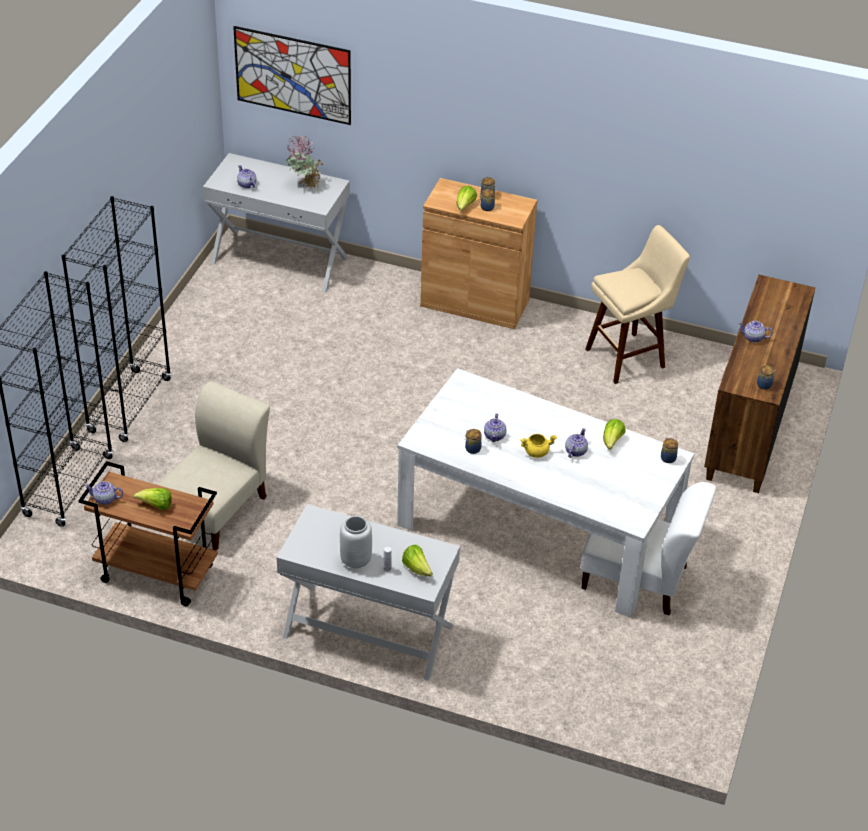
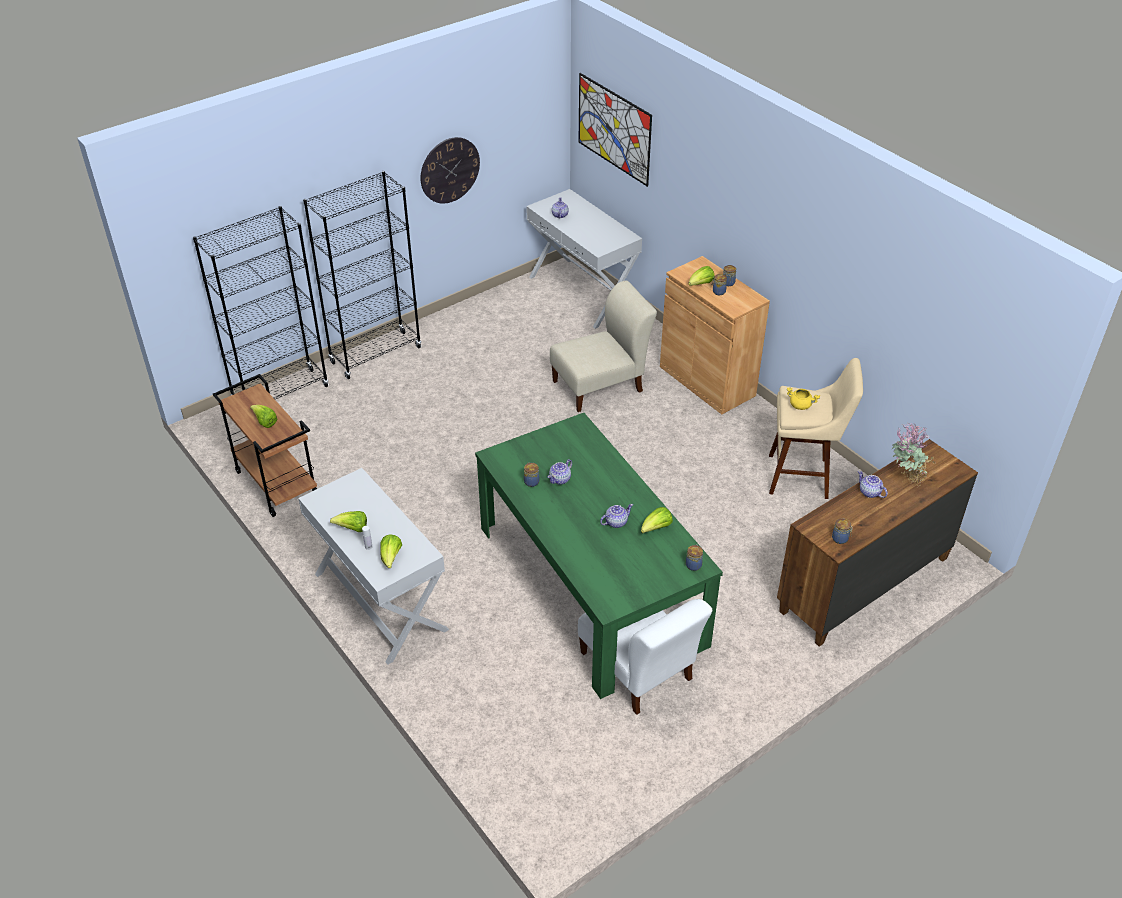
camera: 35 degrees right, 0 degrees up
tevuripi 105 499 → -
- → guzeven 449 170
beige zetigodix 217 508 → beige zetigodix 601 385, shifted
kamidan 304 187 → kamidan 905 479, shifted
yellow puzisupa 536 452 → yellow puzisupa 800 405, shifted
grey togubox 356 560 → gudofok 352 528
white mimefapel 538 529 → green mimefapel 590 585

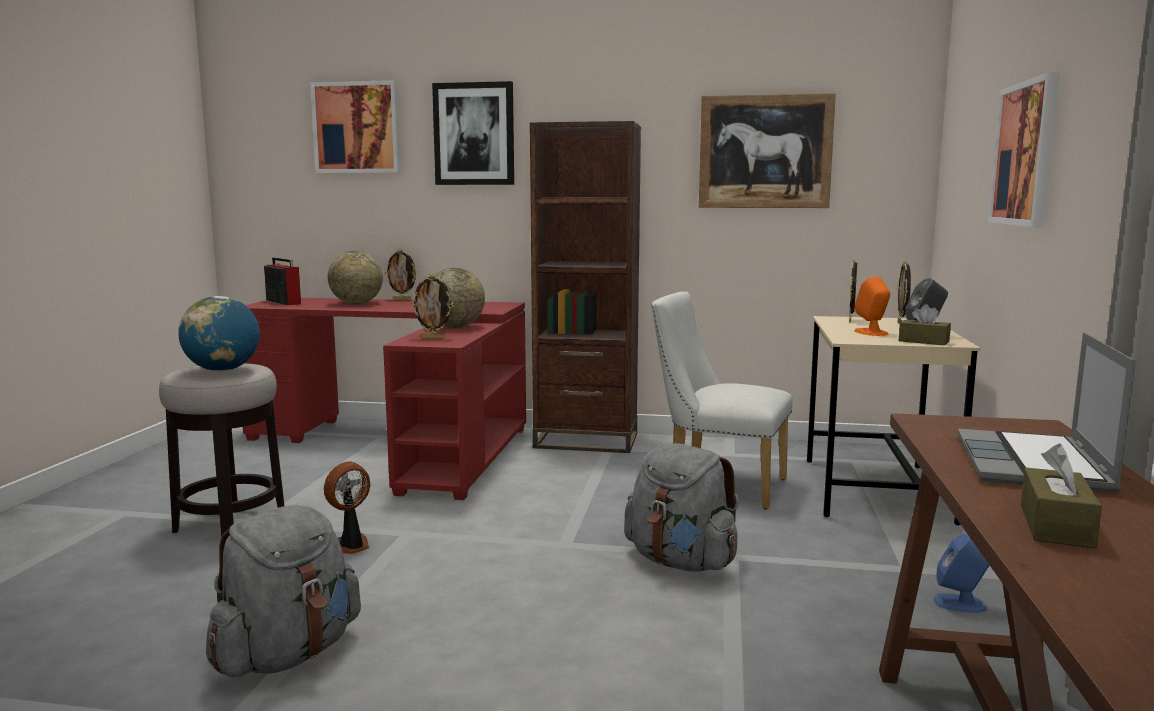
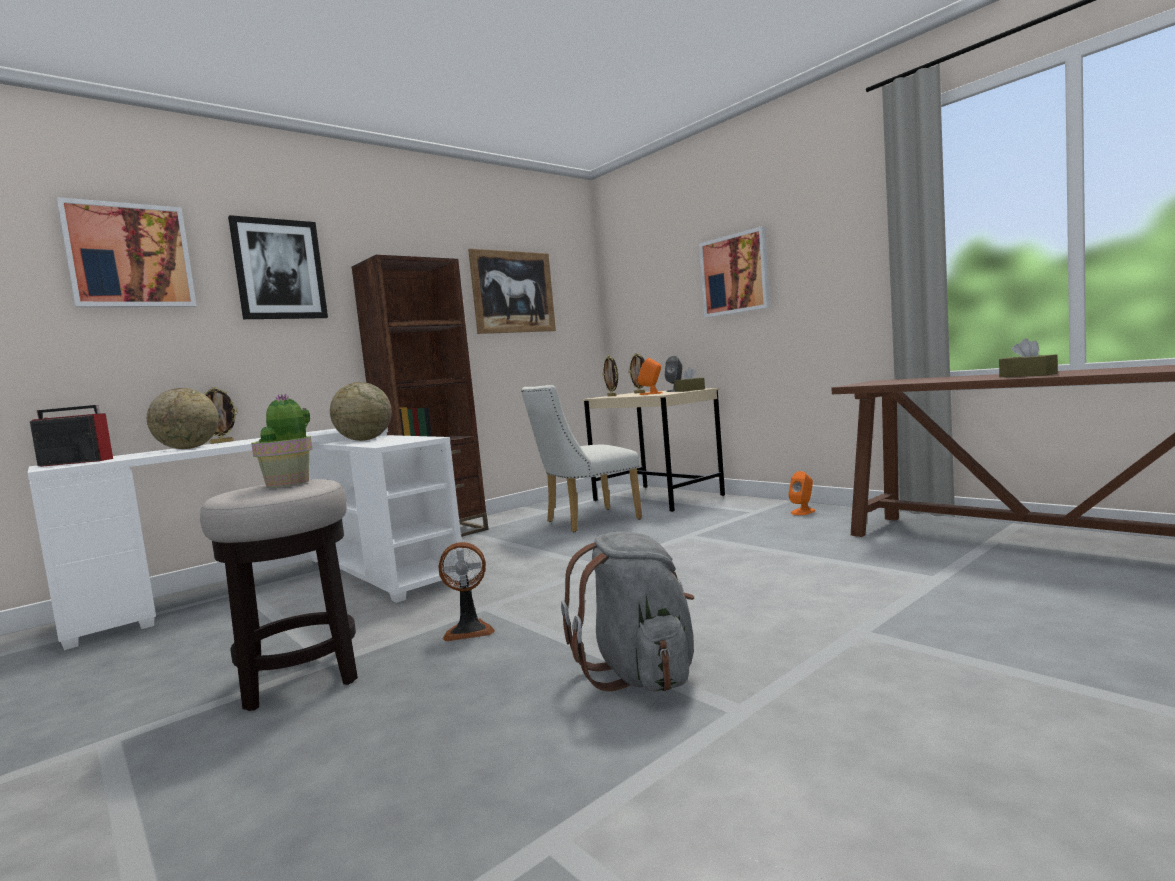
camera: 50 degrees left, 5 degrees down
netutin 433 338 → -
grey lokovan 681 562 → -
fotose 1034 465 → -
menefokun 222 370 → kamidan 289 483
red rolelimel 403 444 → white rolelimel 287 586
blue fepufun 960 604 → orange fepufun 803 512
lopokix 349 546 → lopokix 469 630, 90 degrees counterclockwise

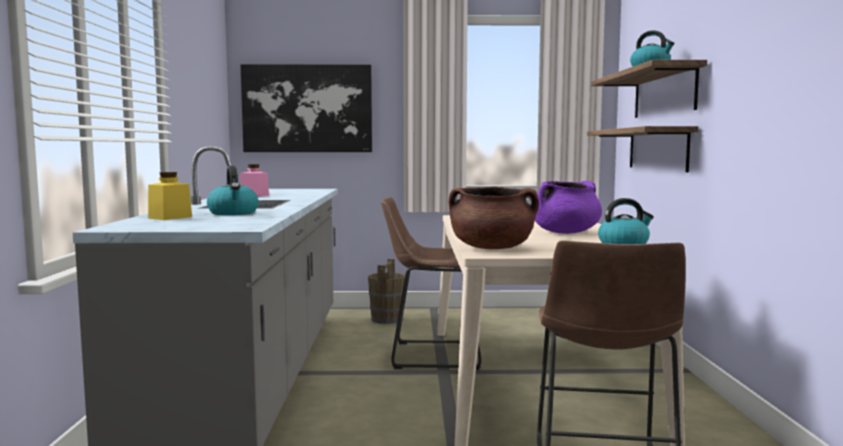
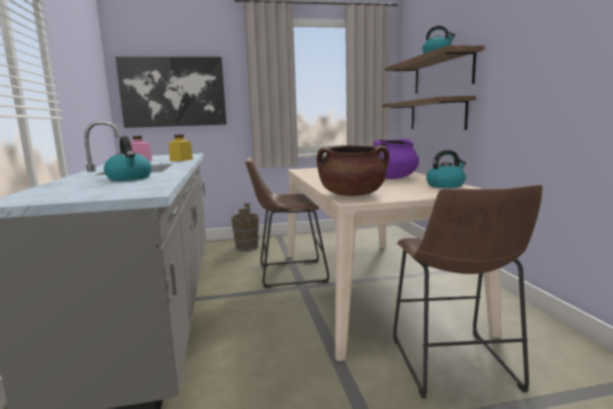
camera: 10 degrees left, 5 degrees up
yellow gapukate 170 217 → yellow gapukate 181 160, shifted

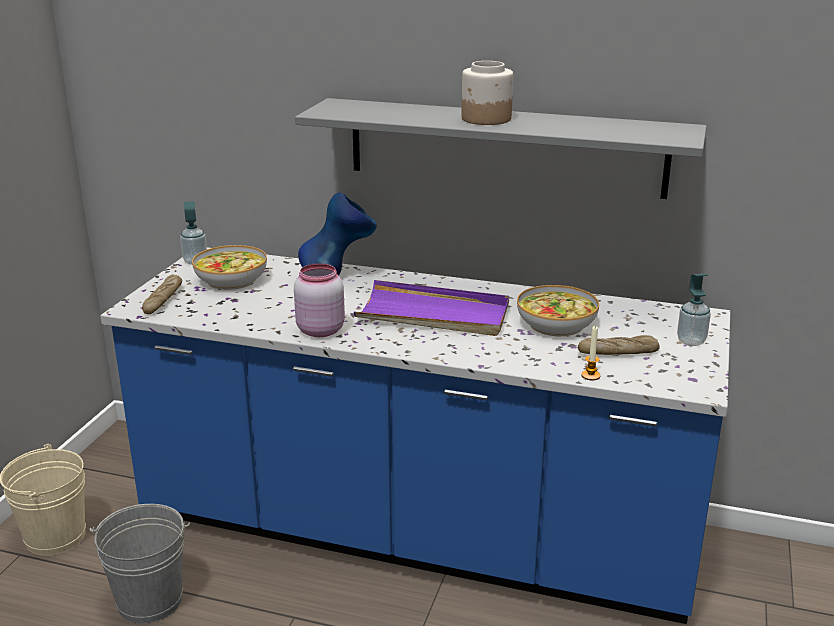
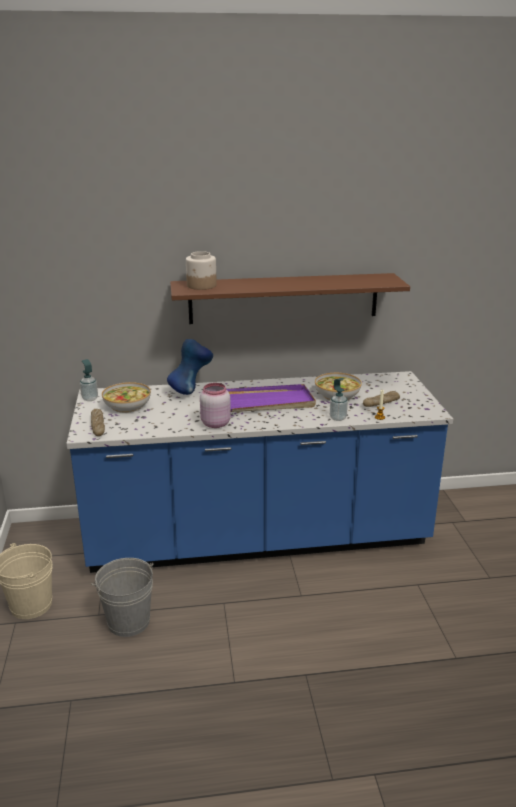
camera: 25 degrees left, 0 degrees up
gapukate 486 119 → gapukate 201 286, shifted
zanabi 691 341 → zanabi 338 418, shifted
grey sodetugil 505 147 → brown sodetugil 284 298

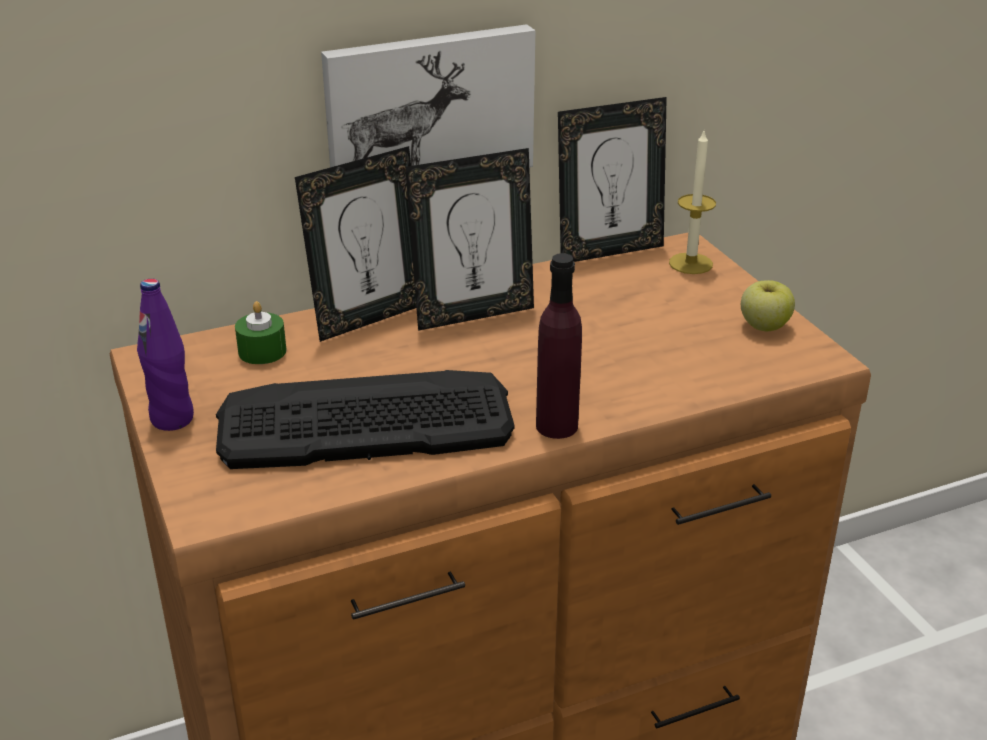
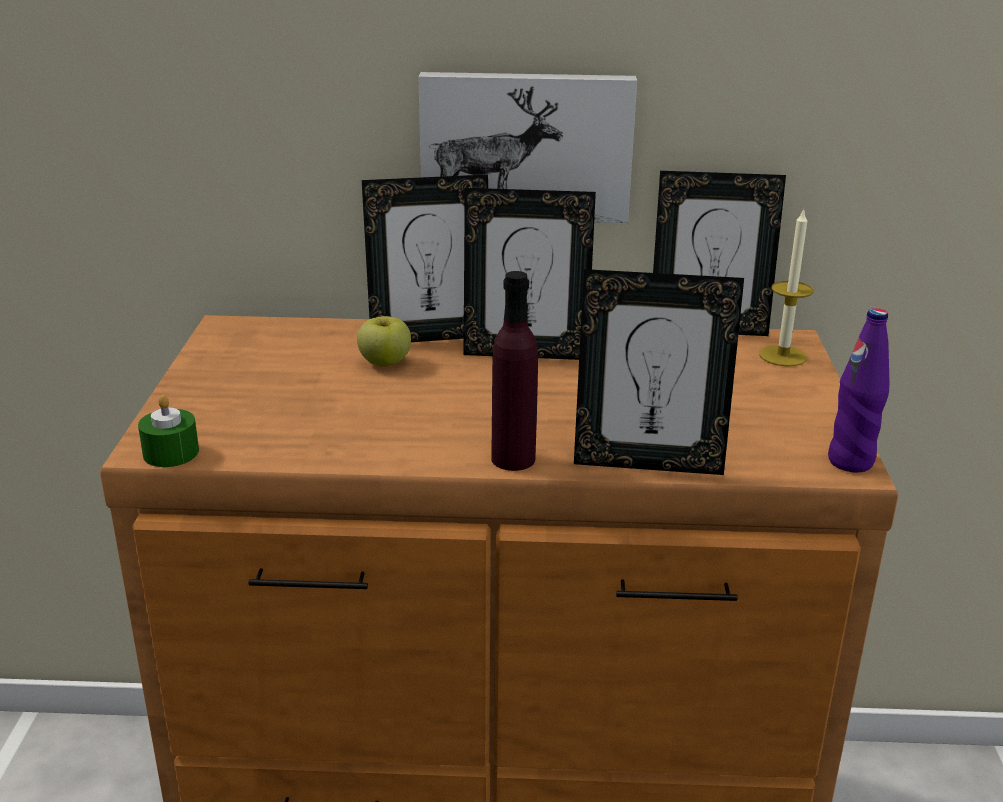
camera: 25 degrees right, 5 degrees down
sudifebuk 364 420 → -
- → netutin 648 463
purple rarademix 172 419 → purple rarademix 850 461, shifted
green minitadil 262 351 → green minitadil 171 453, shifted
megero 764 326 → megero 385 362, shifted

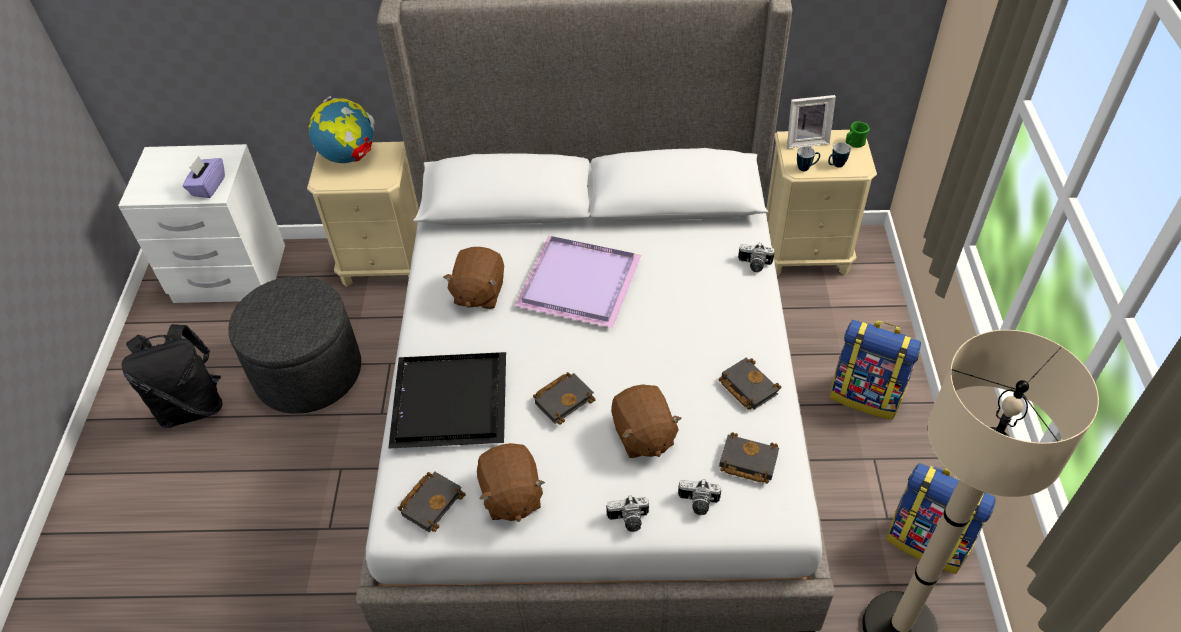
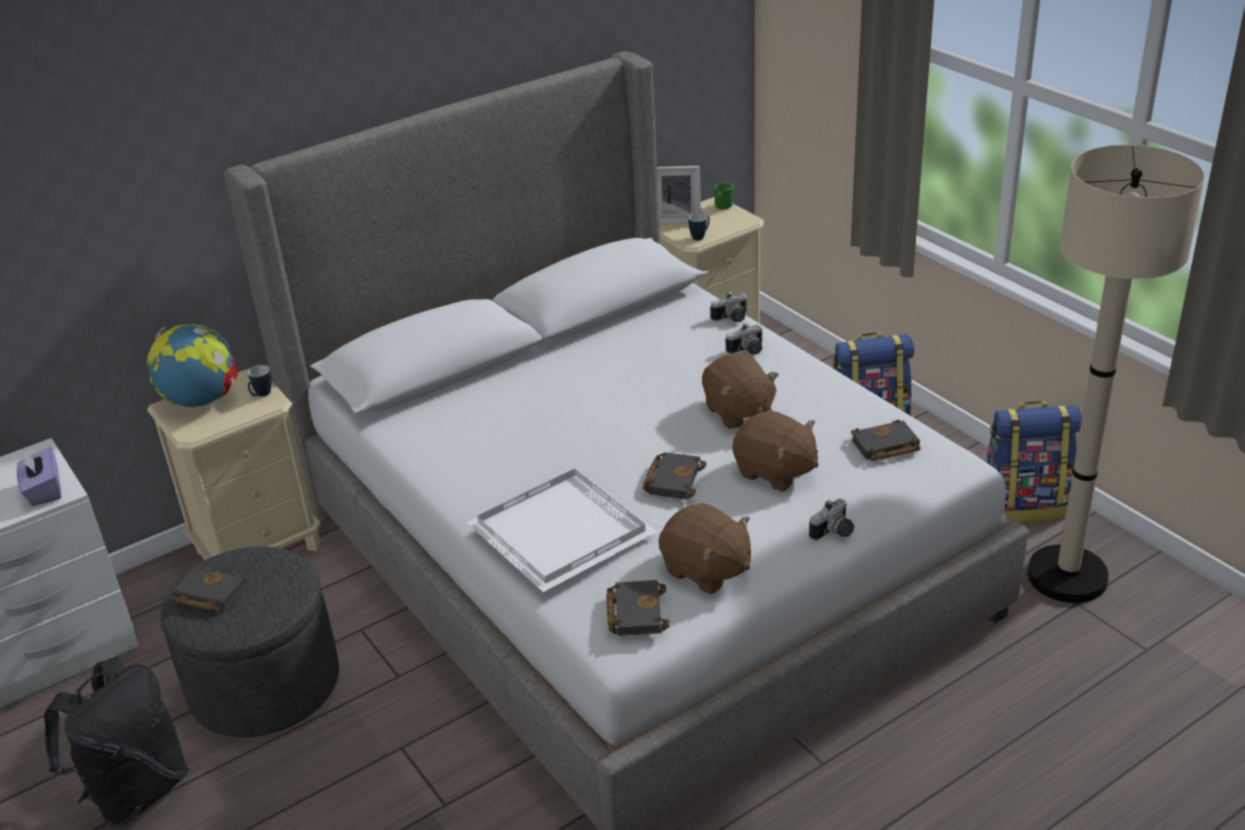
camera: 35 degrees left, 15 degrees down
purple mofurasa 581 282 → -
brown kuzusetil 478 293 → brown kuzusetil 738 412, shifted
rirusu 698 504 → rirusu 748 351, shifted
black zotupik 746 386 → black zotupik 207 594, shifted
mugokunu 835 165 → mugokunu 261 395, shifted
black mofurasa 448 400 → white mofurasa 557 532
netutin 806 140 → netutin 677 219, 45 degrees clockwise

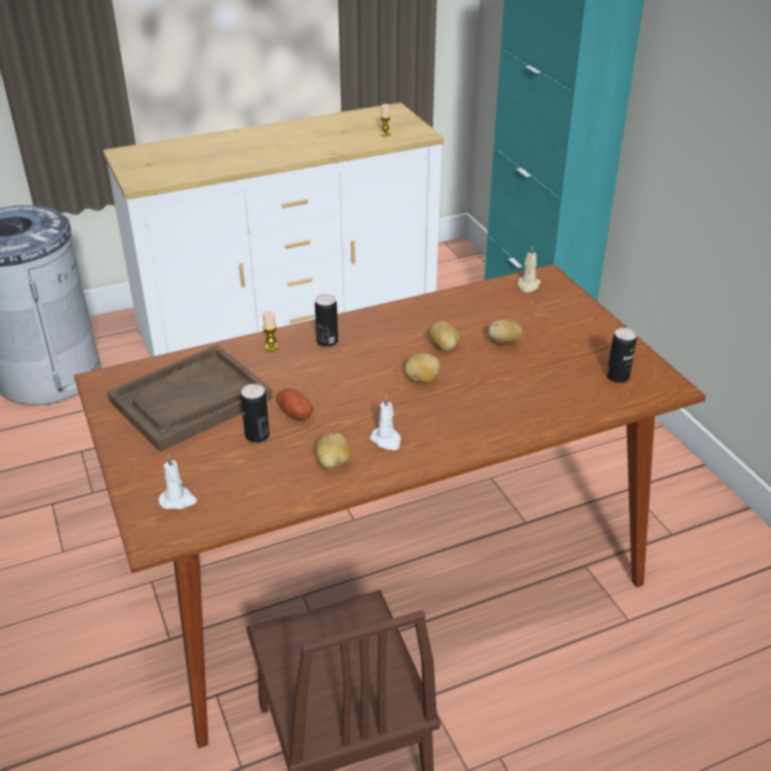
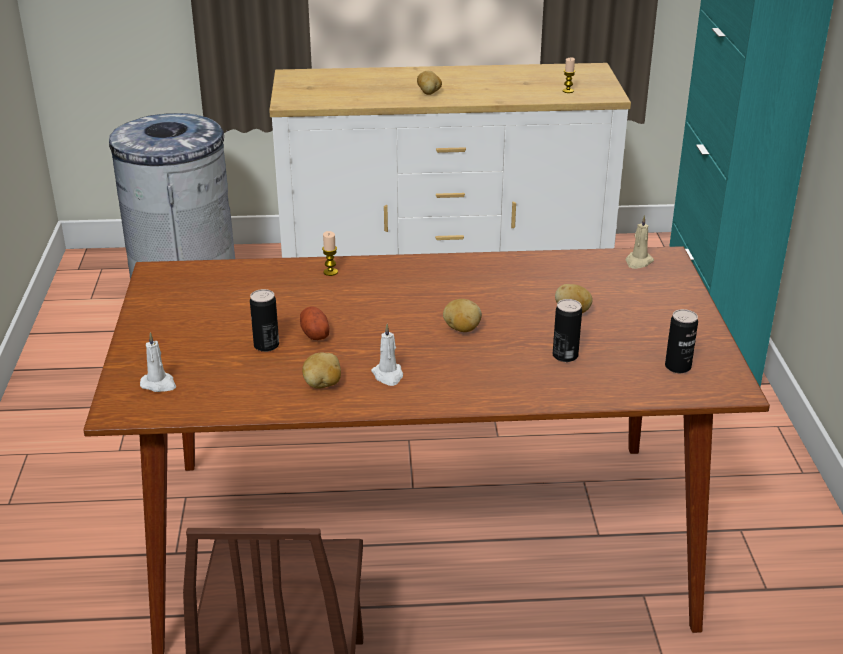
camera: 20 degrees right, 5 degrees down
brown mofurasa 190 400 → -
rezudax 327 341 → rezudax 565 356, shifted
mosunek 444 347 → mosunek 429 93, shifted

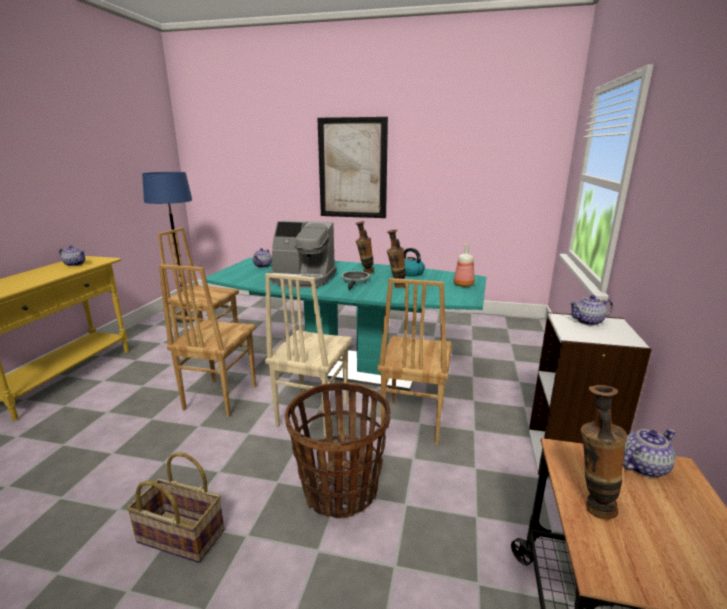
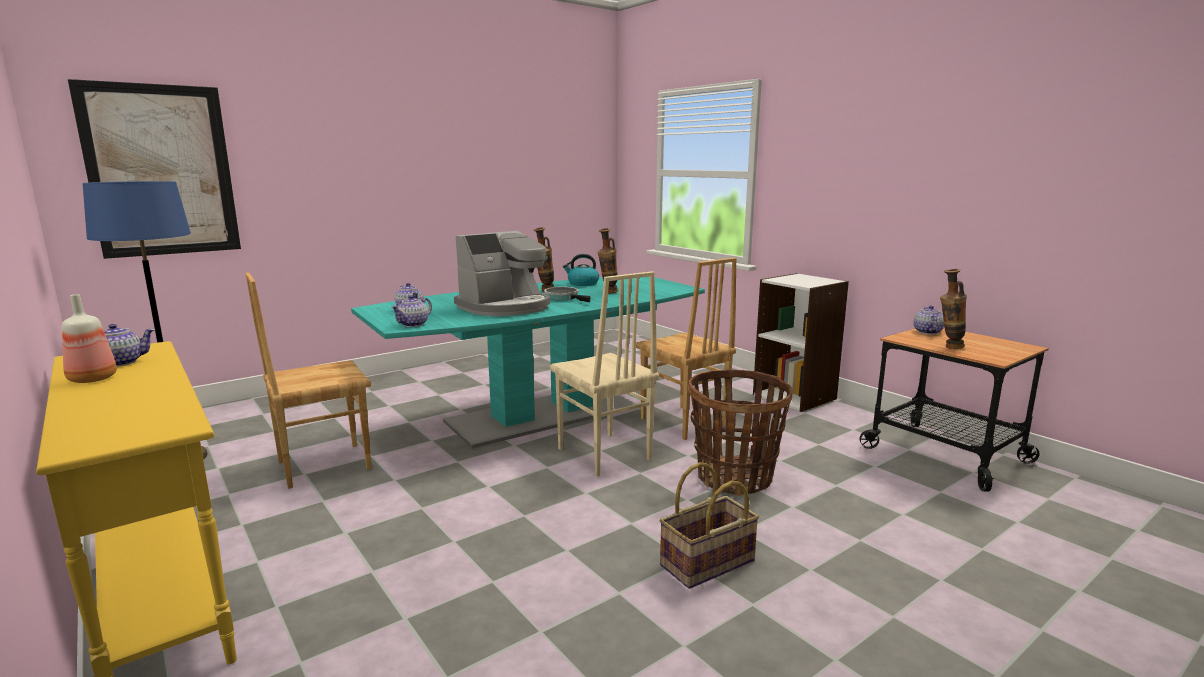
camera: 50 degrees left, 5 degrees down
brown zetigodix 219 397 → -
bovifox 352 169 → bovifox 161 171, shifted
rarademix 462 285 → rarademix 91 379, shifted
tevuripi 588 322 → tevuripi 413 324, shifted

